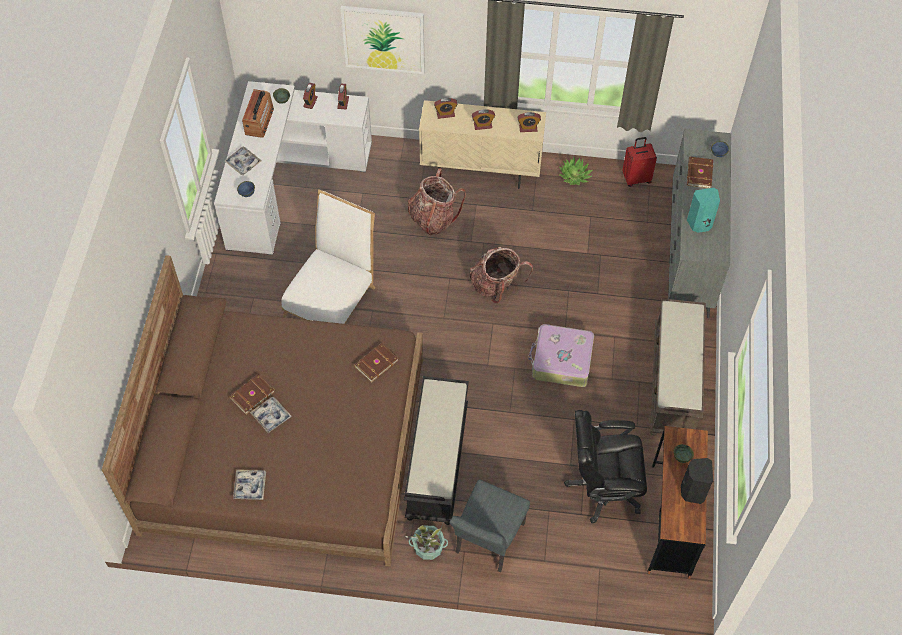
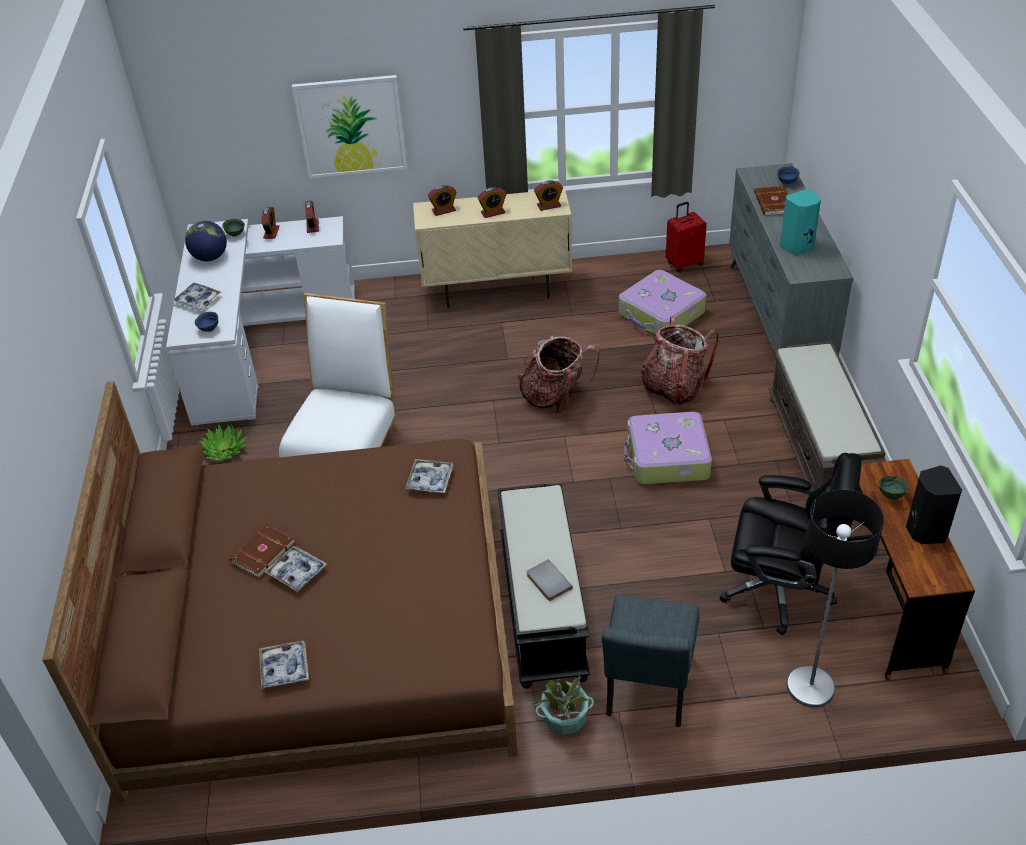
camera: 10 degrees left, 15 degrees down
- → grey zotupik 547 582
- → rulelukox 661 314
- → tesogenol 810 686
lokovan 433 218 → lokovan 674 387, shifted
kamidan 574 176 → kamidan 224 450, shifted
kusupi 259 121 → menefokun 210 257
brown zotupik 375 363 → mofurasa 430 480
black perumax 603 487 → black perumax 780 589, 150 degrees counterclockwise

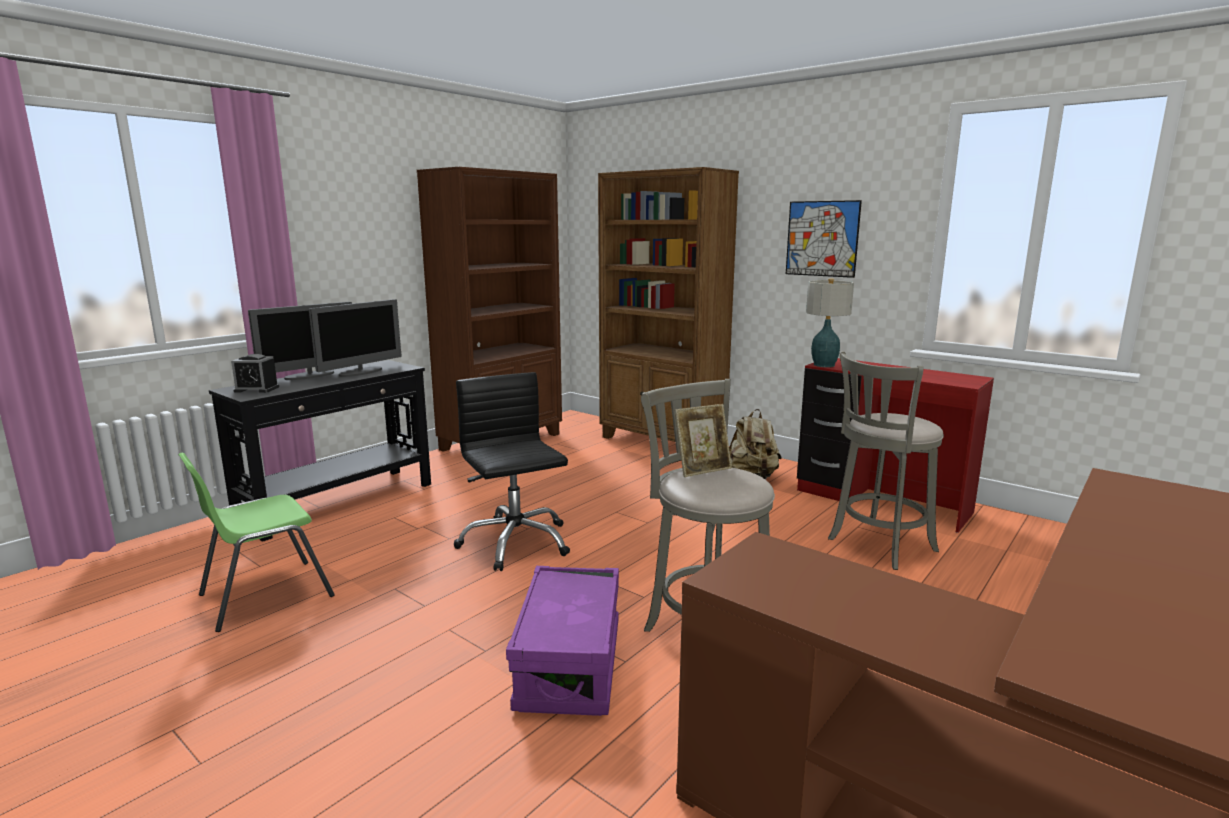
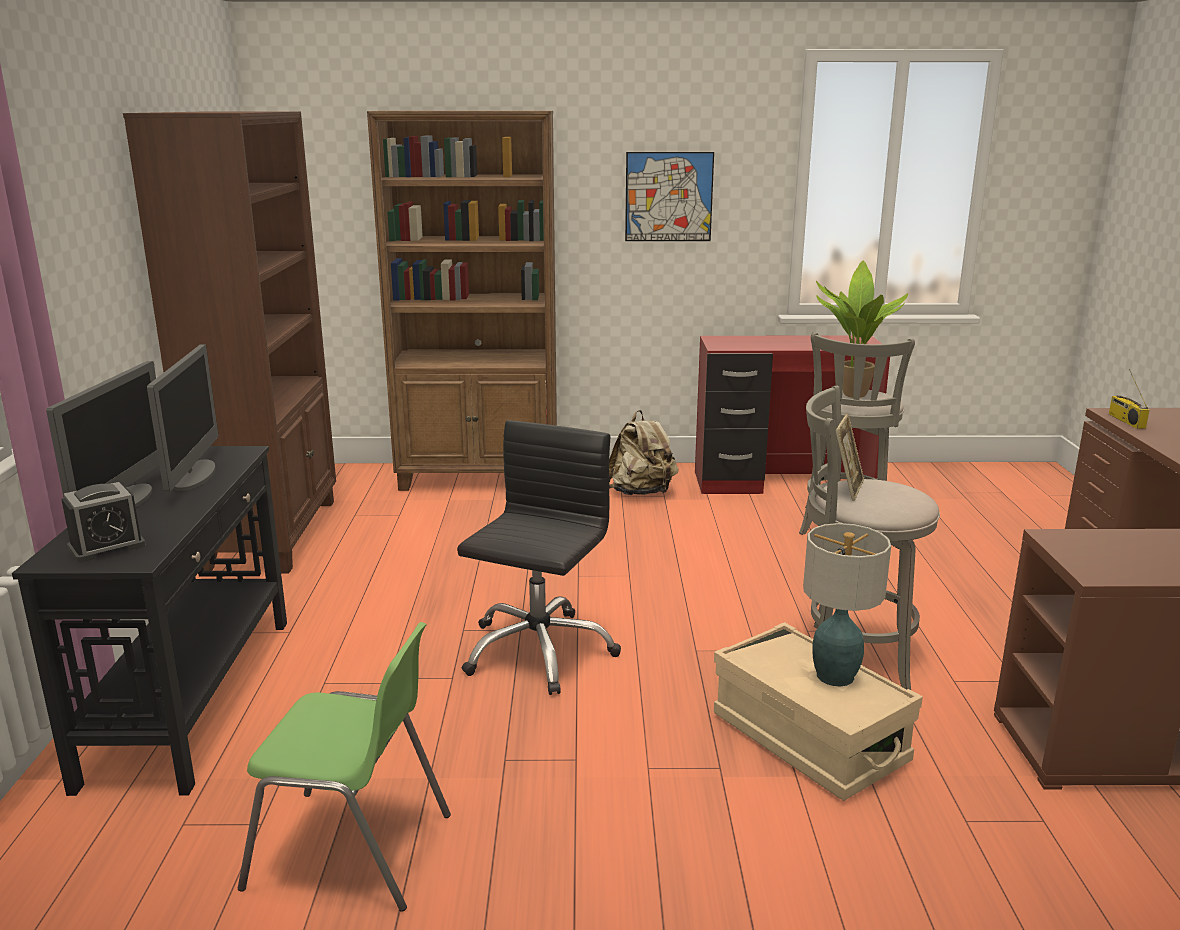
camera: 40 degrees left, 5 degrees up
- → kamidan 850 395
- → kusupi 1125 420
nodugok 824 365 → nodugok 835 677, shifted
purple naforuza 569 664 → beige naforuza 808 739
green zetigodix 263 595 → green zetigodix 353 851, 90 degrees counterclockwise
black perumax 515 543 → black perumax 538 651, 90 degrees clockwise

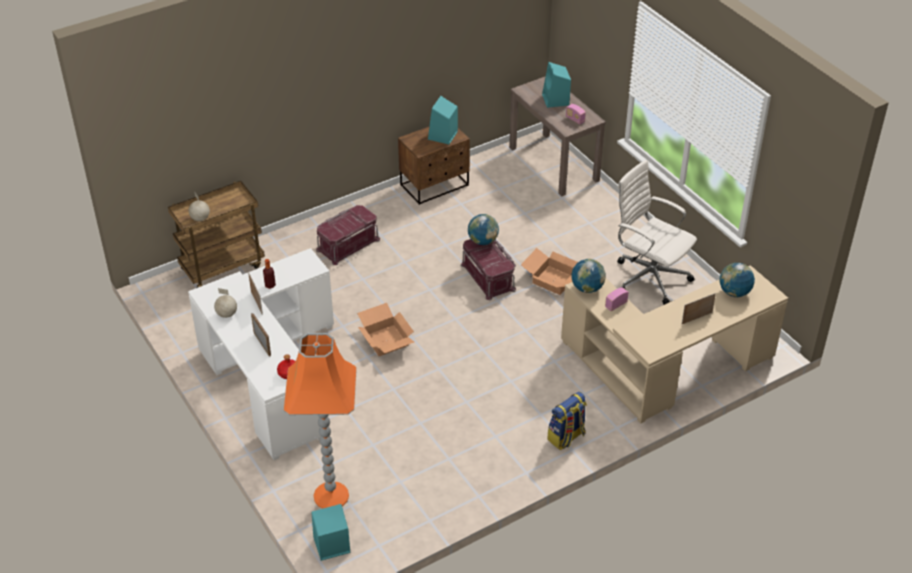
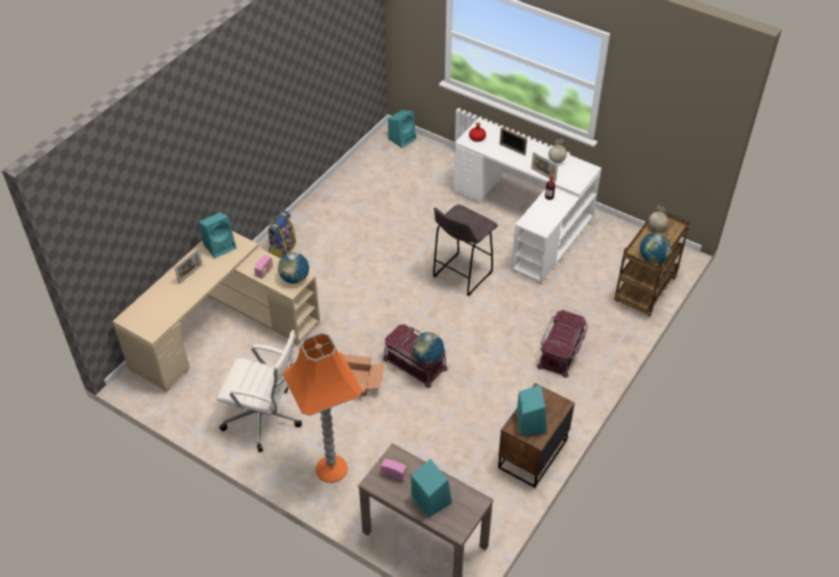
camera: 155 degrees right, 5 degrees up
- → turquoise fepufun 220 246
orange tesogenol 330 496 → orange tesogenol 332 468, shifted
menefokun 734 292 → menefokun 653 258, shifted
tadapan 387 340 → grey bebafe 461 275

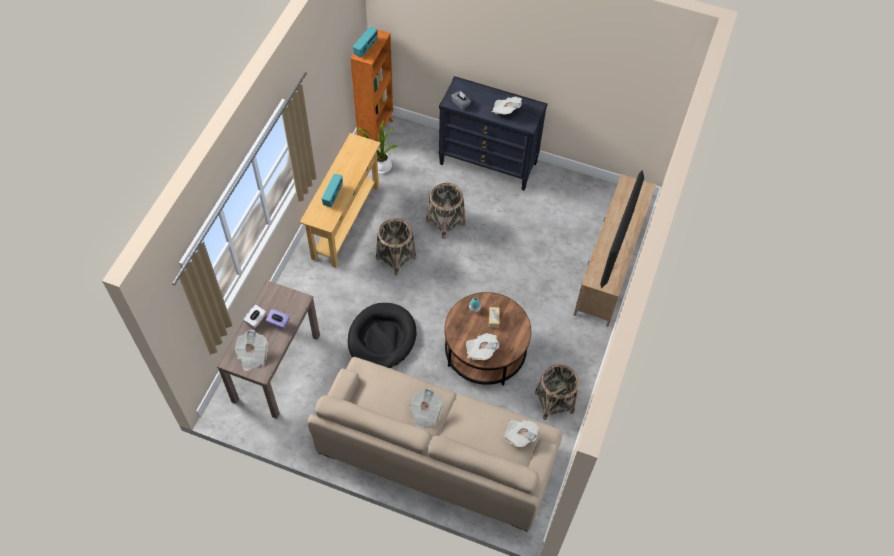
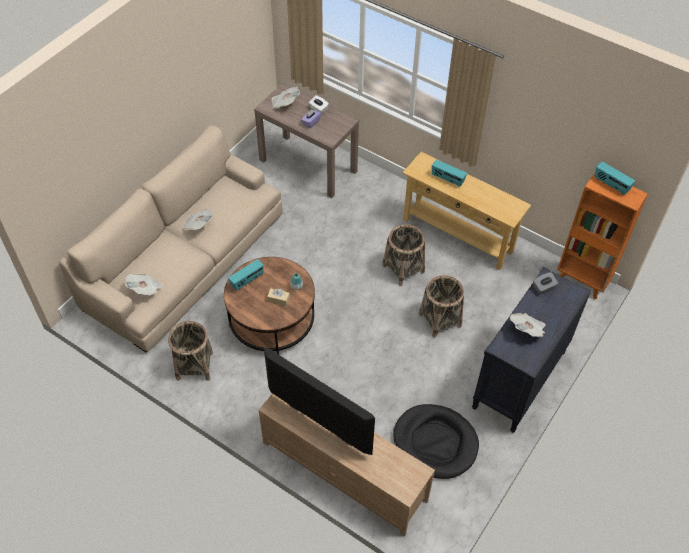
camera: 105 degrees right, 5 degrees down
kamidan 380 166 → -
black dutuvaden 381 338 → black dutuvaden 435 442, shifted
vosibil 480 350 → kusupi 247 281

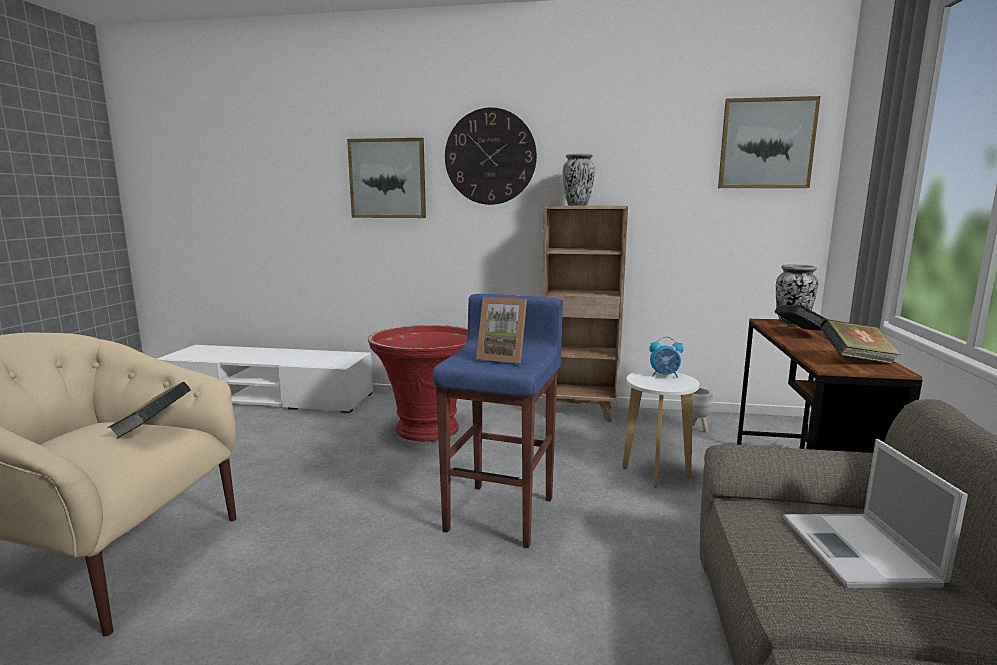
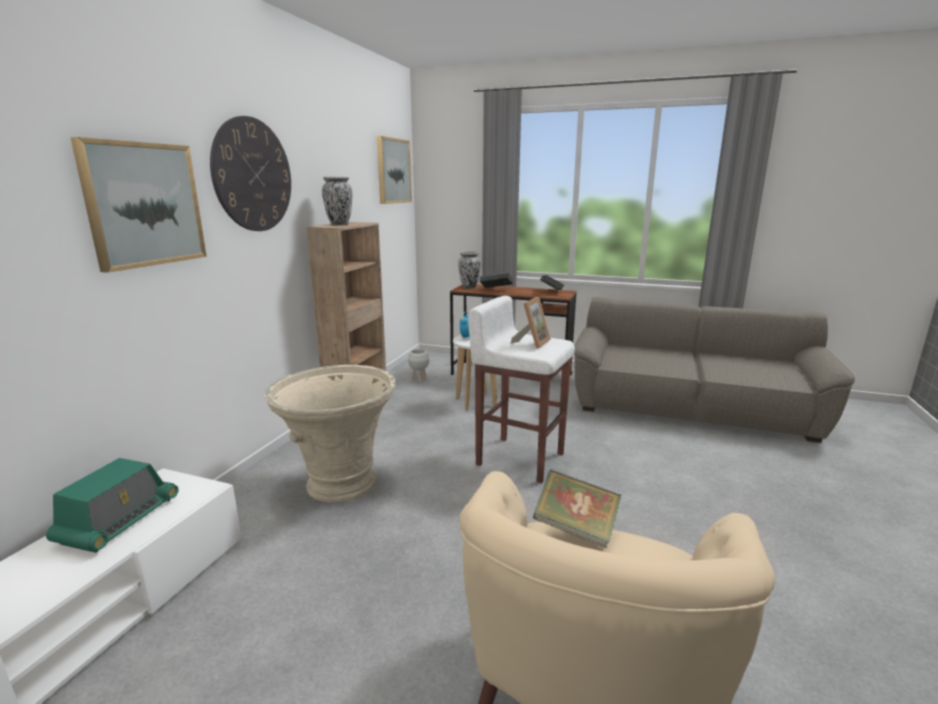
camera: 80 degrees left, 5 degrees up
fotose 860 551 → -
- → kusupi 119 521
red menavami 428 429 → beige menavami 340 483
blue bebafe 502 513 → white bebafe 519 458

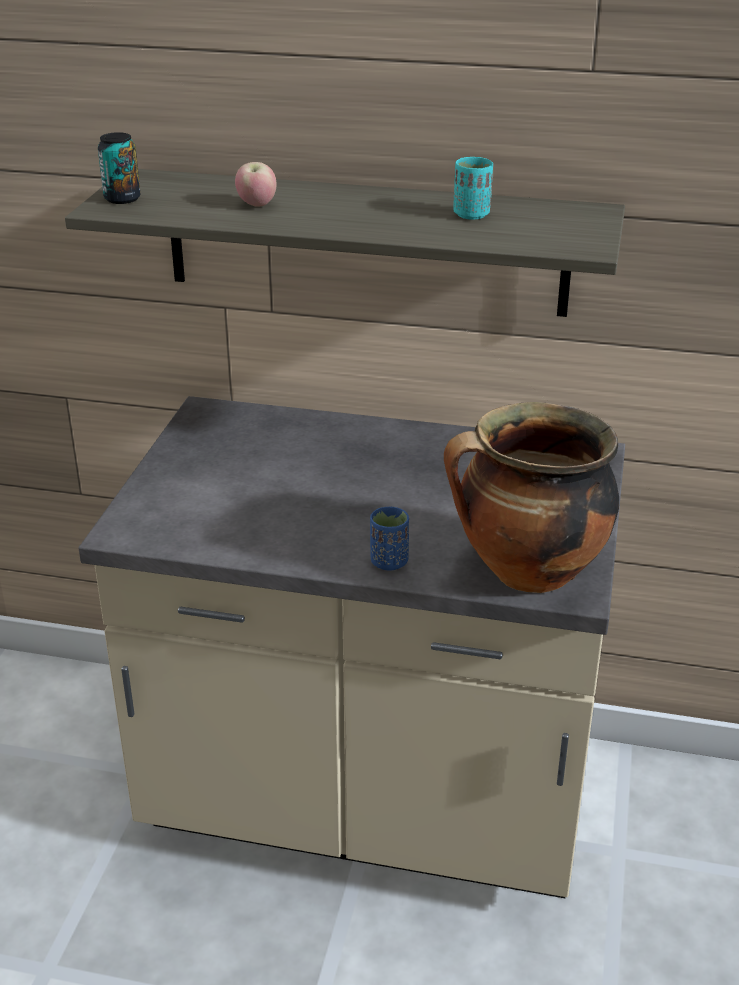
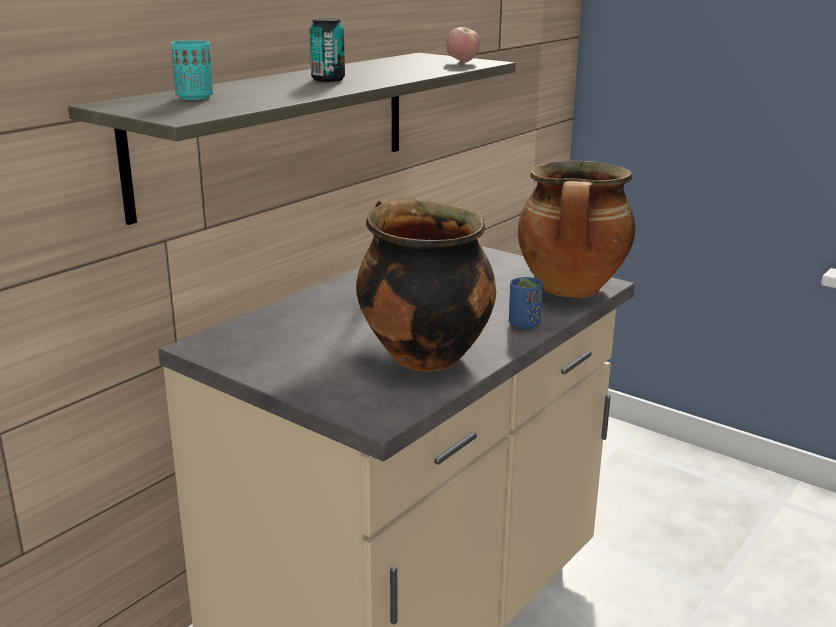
camera: 65 degrees left, 10 degrees down
- → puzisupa 422 355
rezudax 122 198 → rezudax 328 79, shifted
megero 257 205 → megero 462 62, shifted
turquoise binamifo 471 214 → turquoise binamifo 195 97, shifted

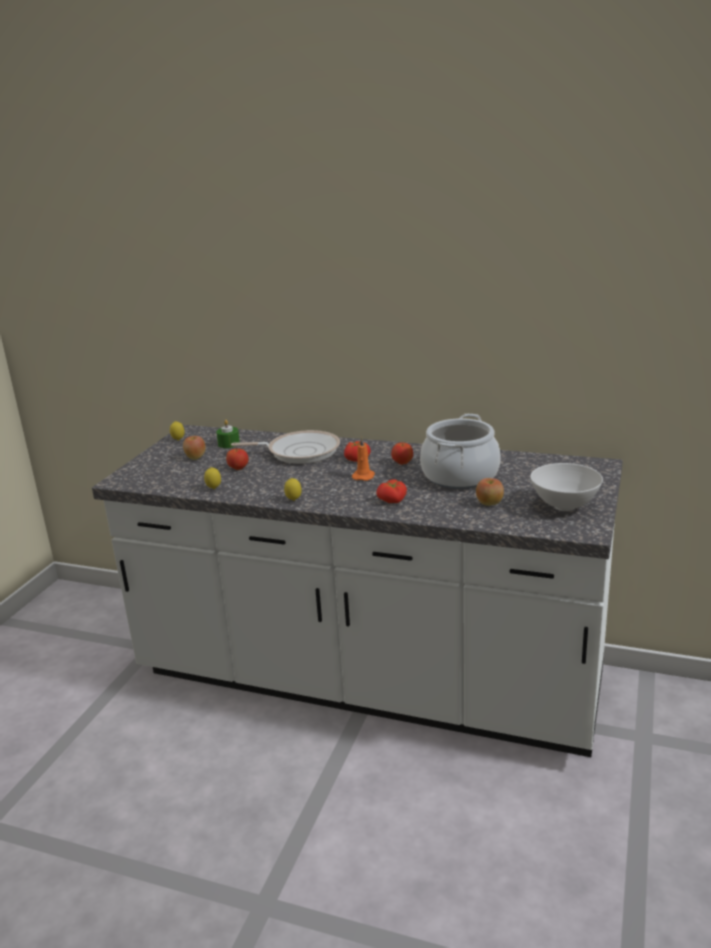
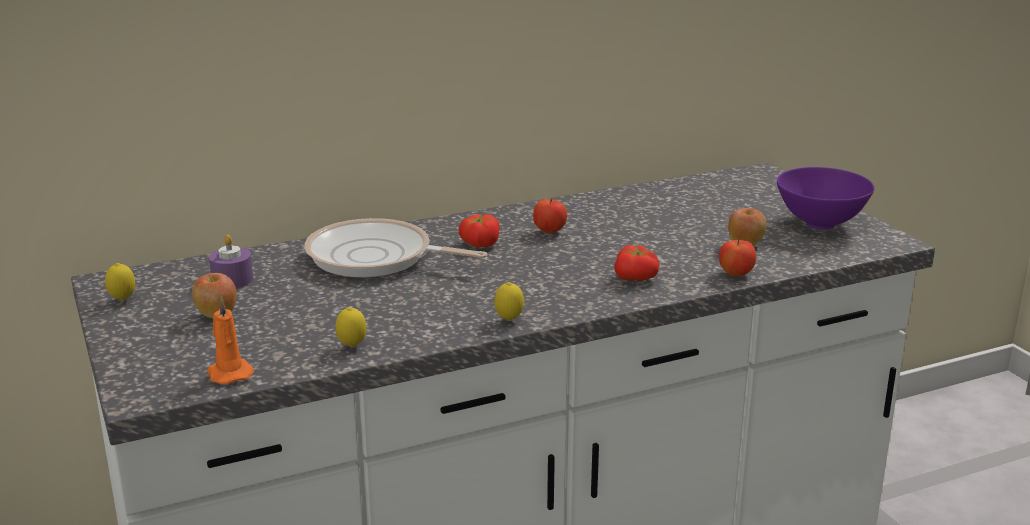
camera: 45 degrees left, 0 degrees up
puzisupa 460 476 → -
megero 238 468 → megero 735 274, shifted
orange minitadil 364 476 → orange minitadil 229 373, shifted
green minitadil 228 444 → purple minitadil 232 280
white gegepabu 565 506 → purple gegepabu 820 223
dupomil 299 452 → dupomil 375 258, 120 degrees counterclockwise

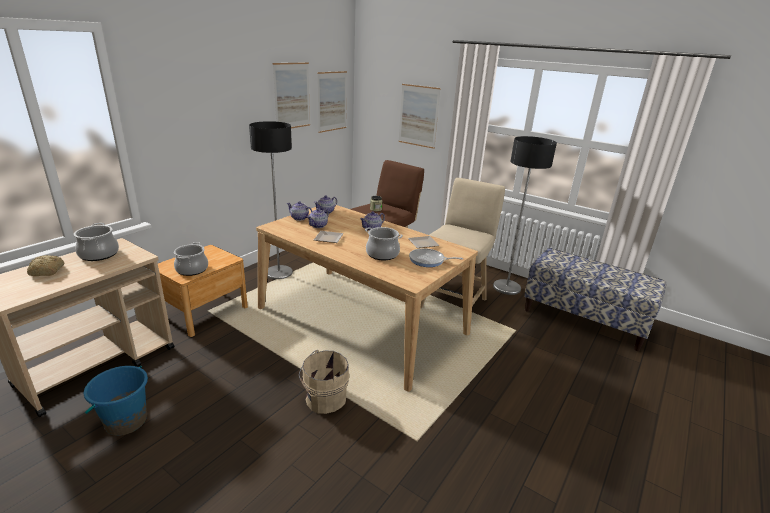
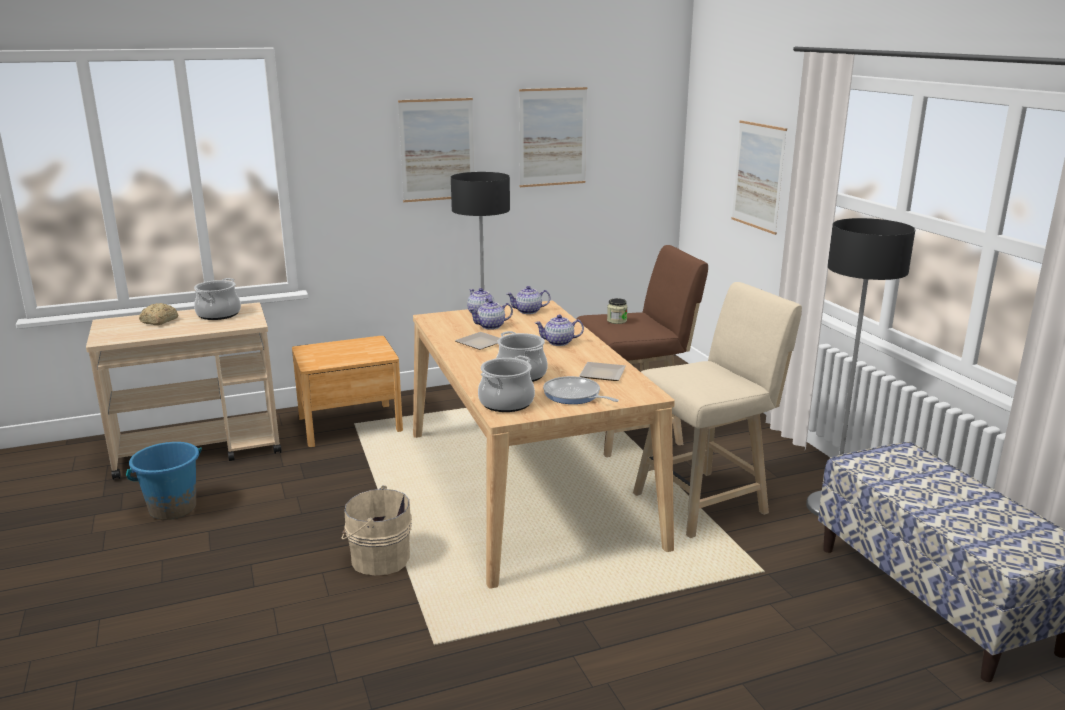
camera: 35 degrees right, 5 degrees down
puzisupa 192 269 → puzisupa 506 402, shifted
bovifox 332 101 → bovifox 437 150, shifted

